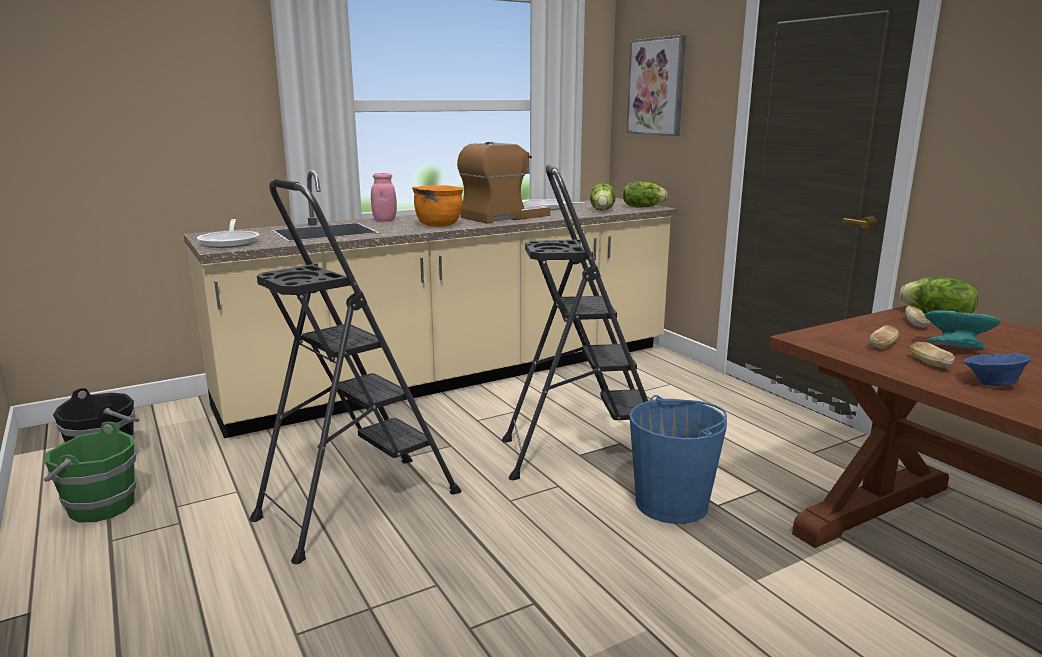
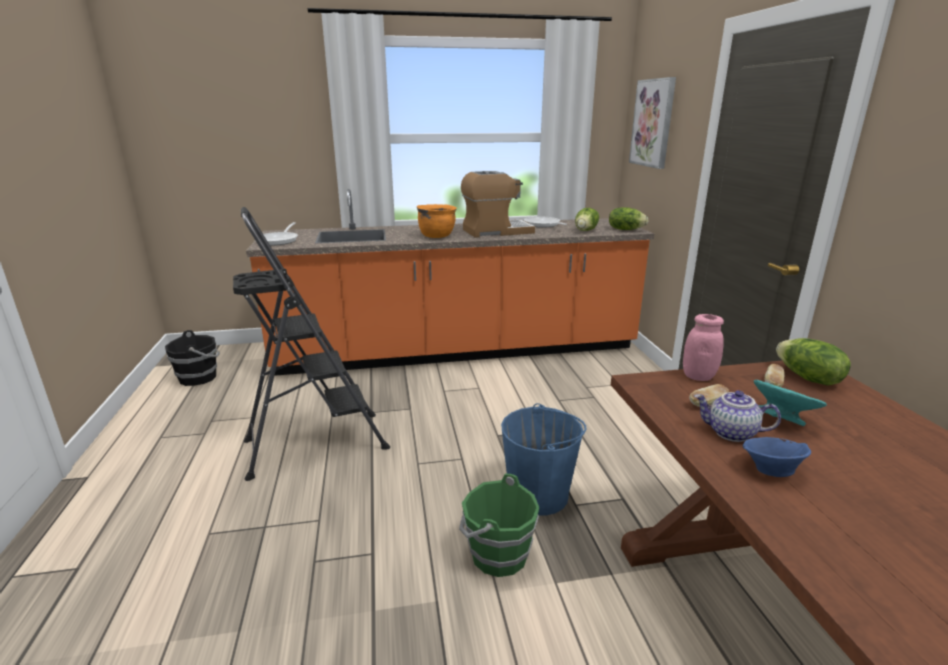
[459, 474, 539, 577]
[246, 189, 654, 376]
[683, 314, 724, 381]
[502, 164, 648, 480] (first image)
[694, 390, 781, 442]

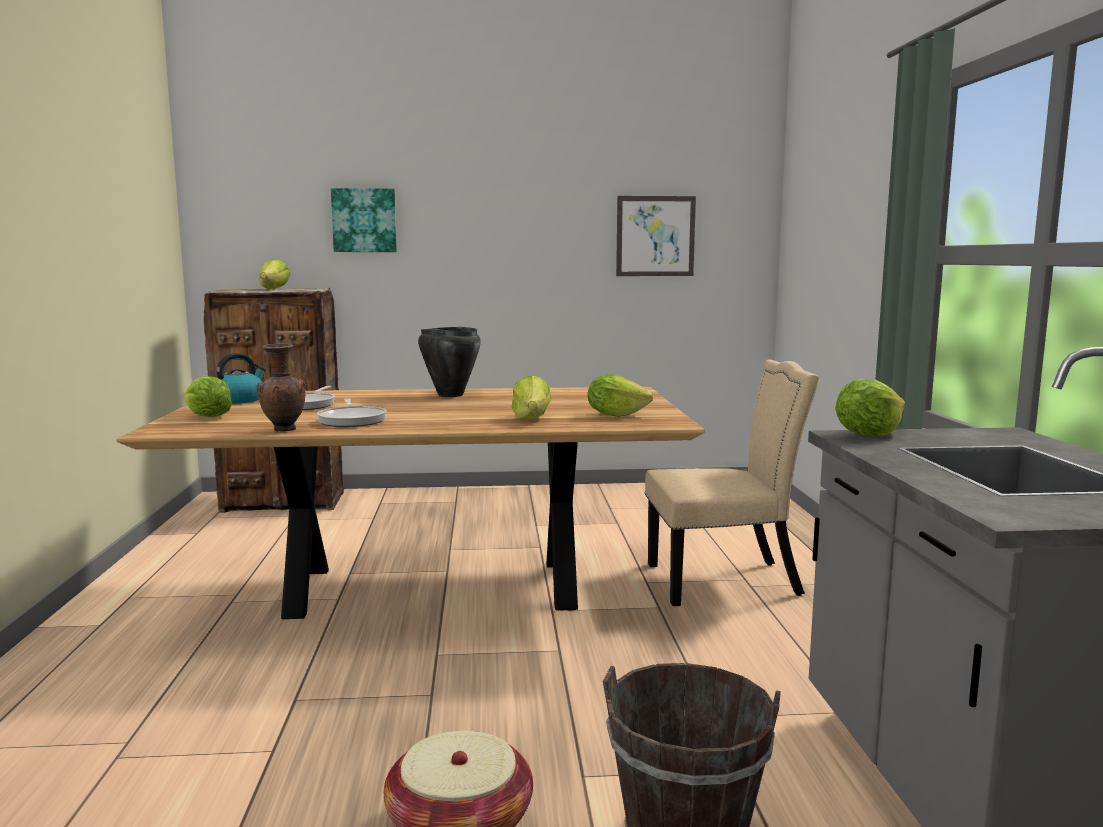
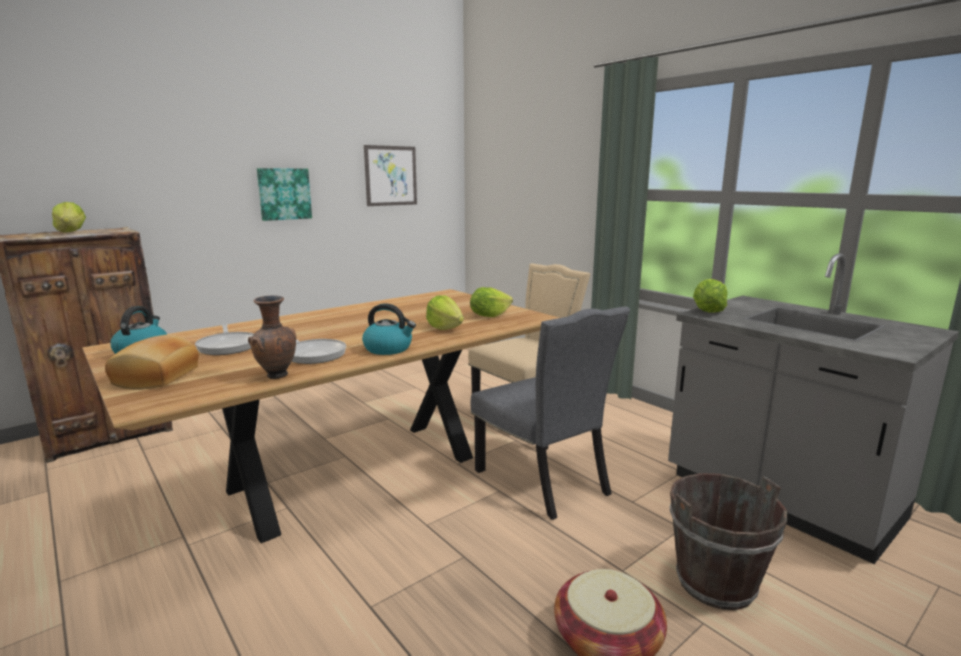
[105, 334, 199, 390]
[257, 168, 312, 221]
[418, 327, 481, 397] (first image)
[362, 303, 416, 355]
[470, 306, 630, 520]

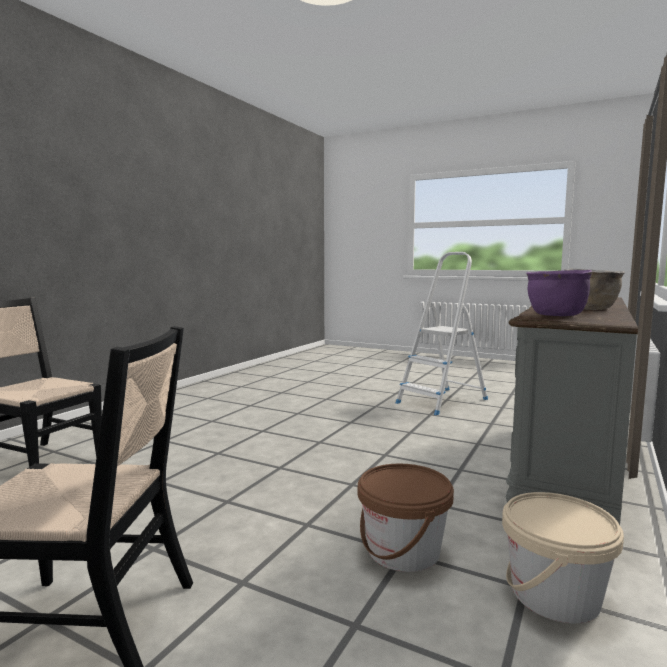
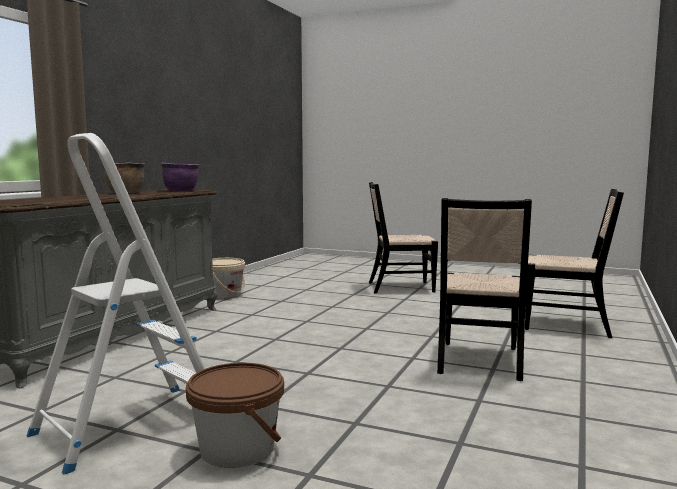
[186, 363, 284, 468]
[437, 198, 532, 381]

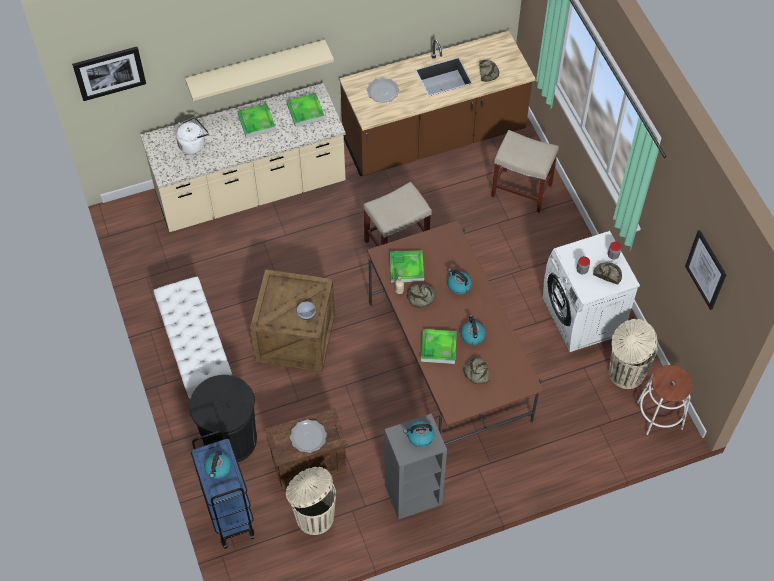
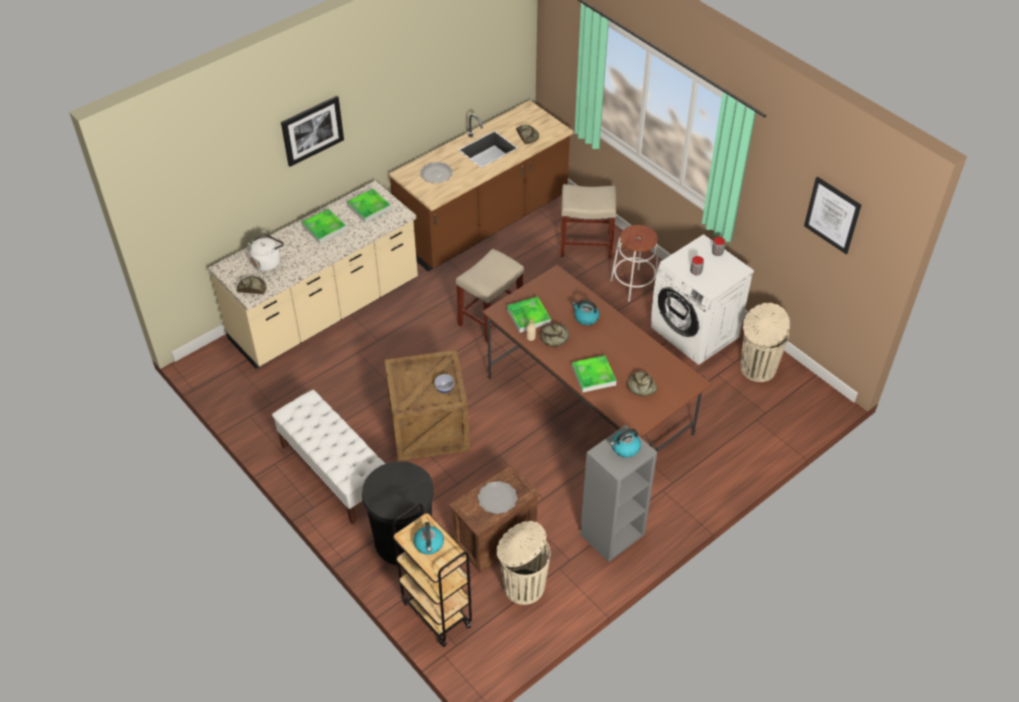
[281, 96, 344, 167]
[185, 40, 334, 101] (first image)
[393, 504, 472, 647]
[461, 315, 486, 345] (first image)
[237, 276, 266, 294]
[610, 225, 658, 302]

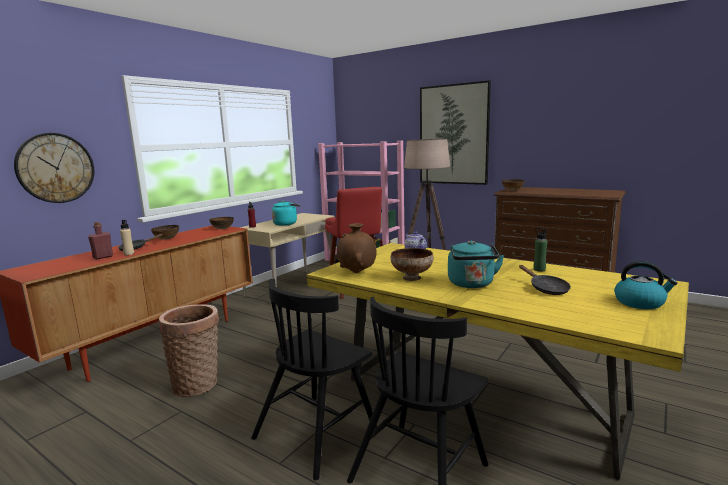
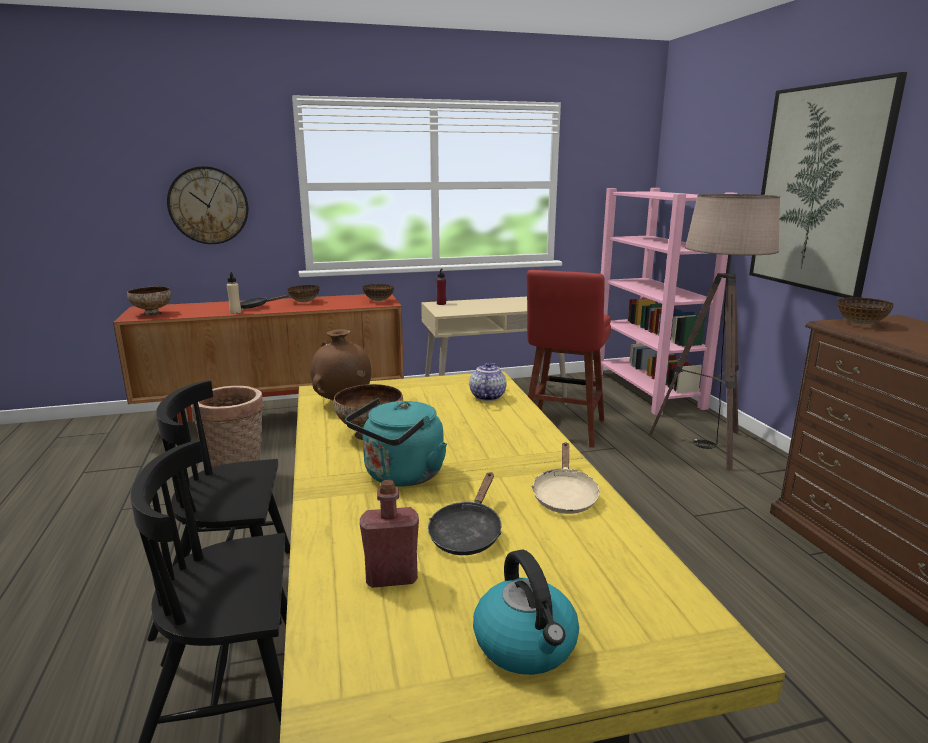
[360, 480, 419, 588]
[272, 201, 300, 226] (first image)
[531, 442, 601, 514]
[127, 286, 171, 316]

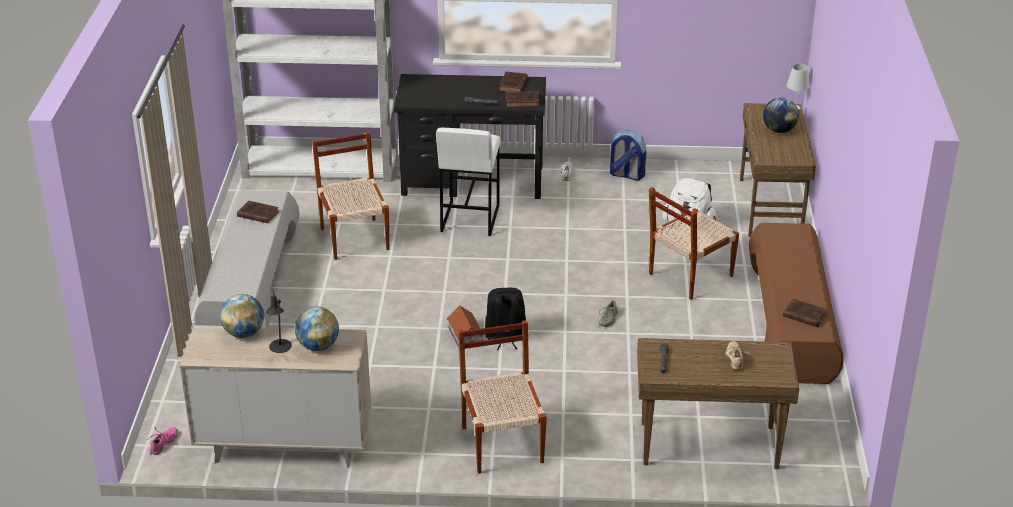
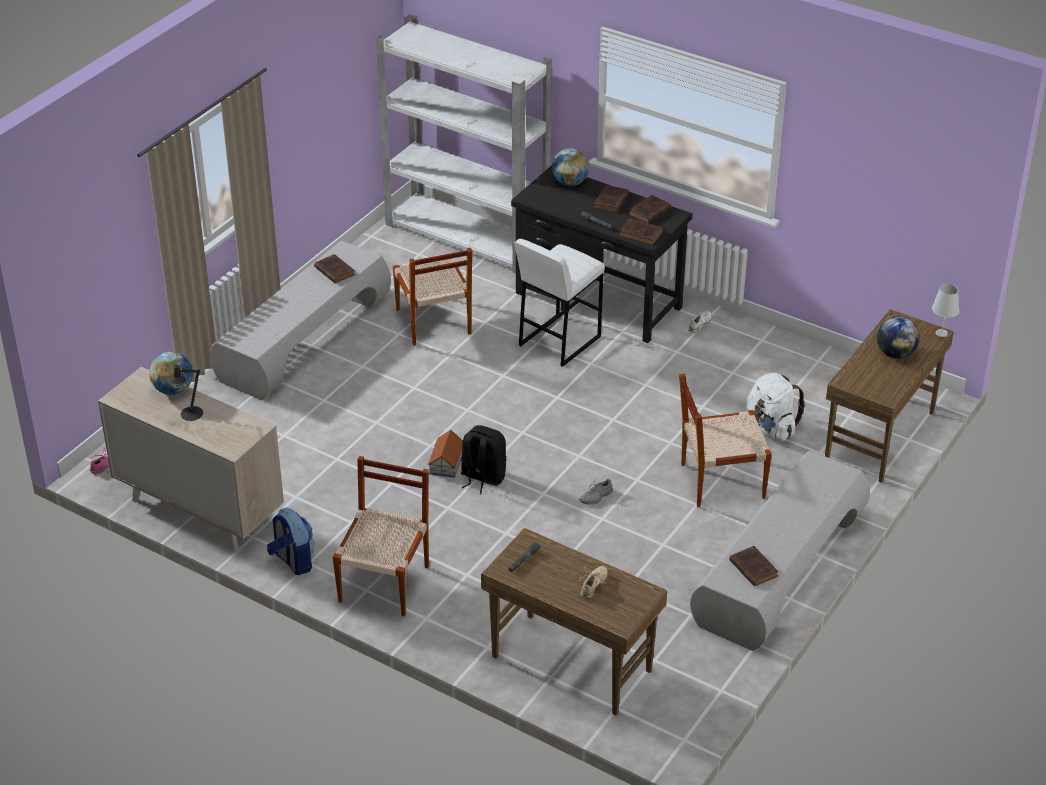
[552, 148, 589, 186]
[393, 248, 472, 346]
[267, 508, 314, 575]
[690, 451, 870, 651]
[594, 185, 629, 213]

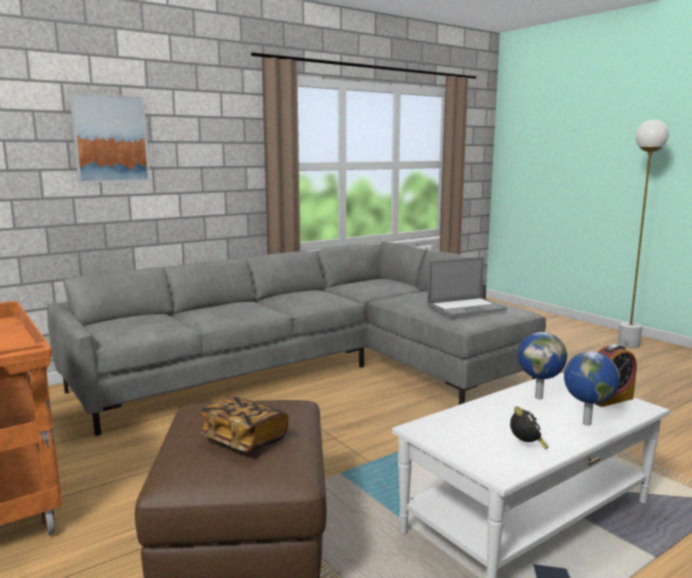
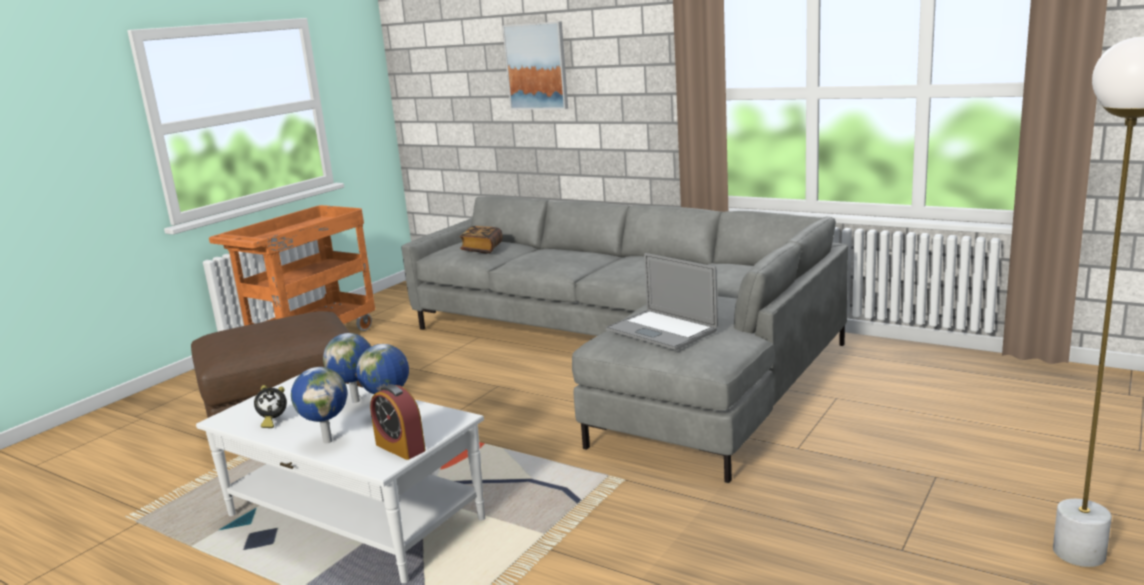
[460, 226, 503, 253]
[323, 333, 371, 403]

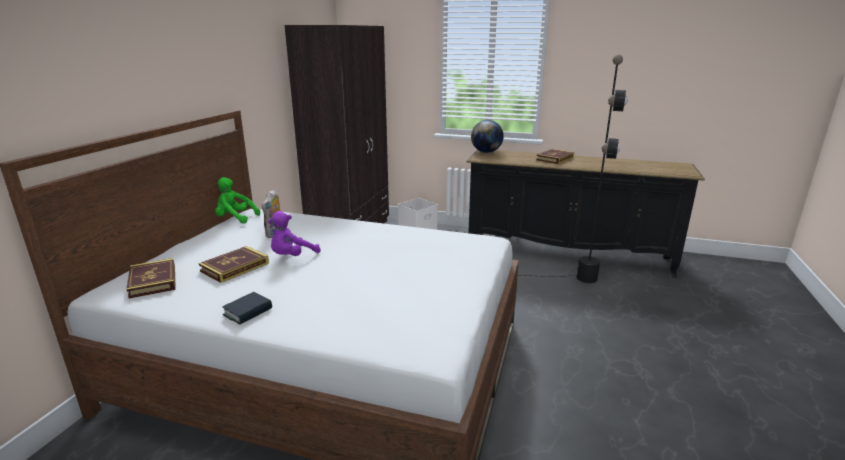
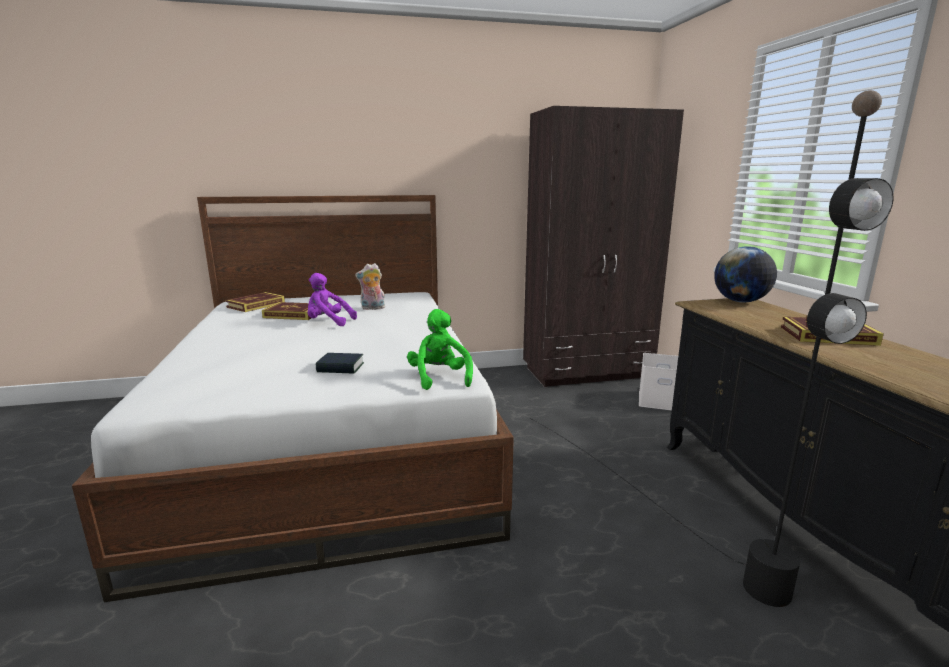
[407, 309, 473, 390]
[316, 353, 364, 374]

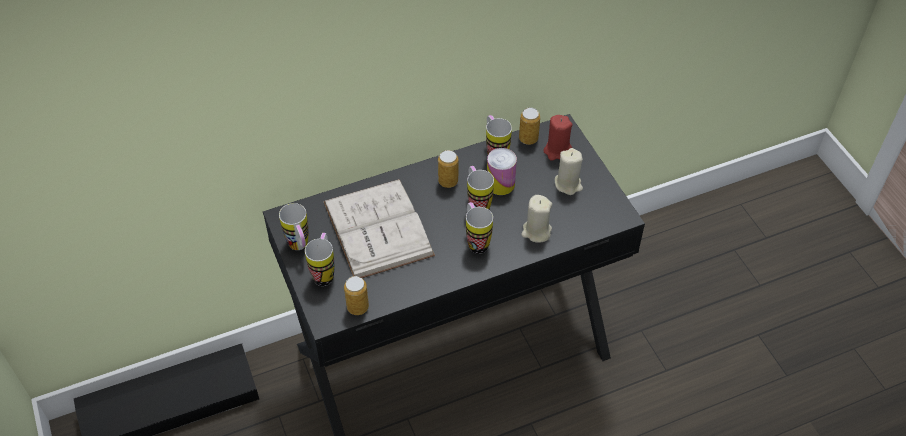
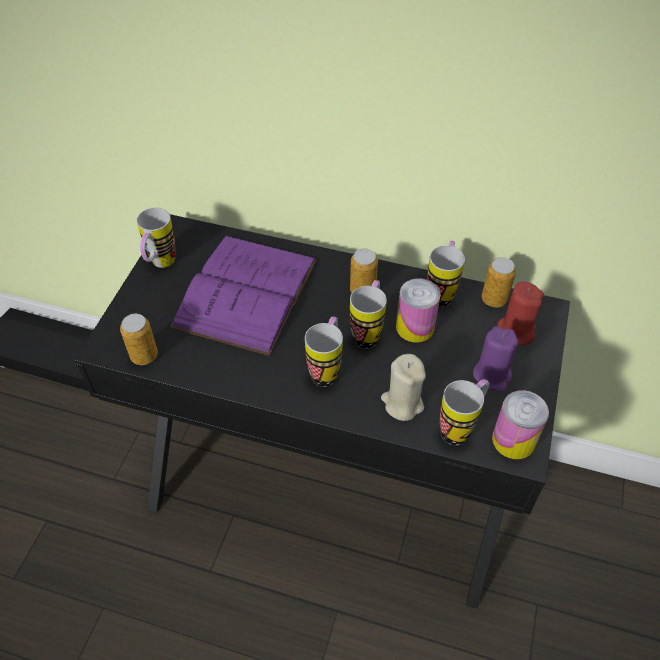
[440, 379, 489, 445]
[170, 236, 317, 356]
[473, 326, 518, 392]
[492, 390, 549, 460]

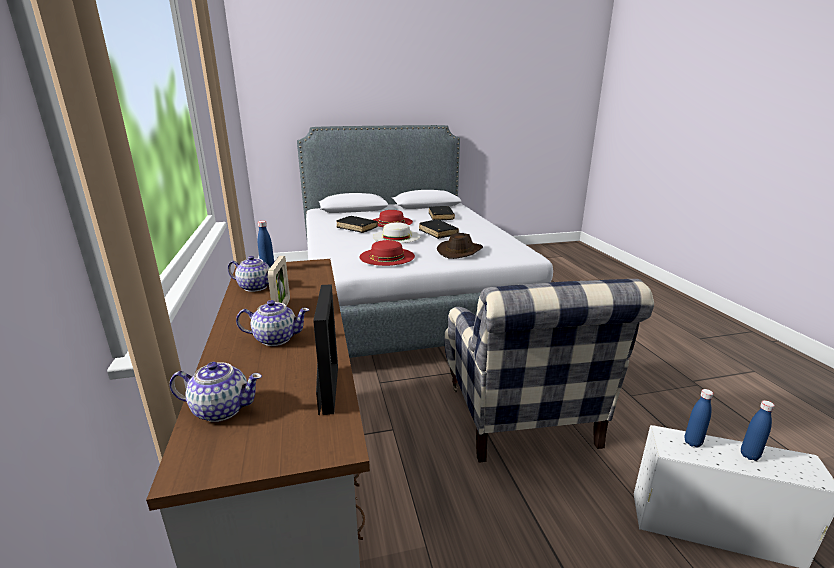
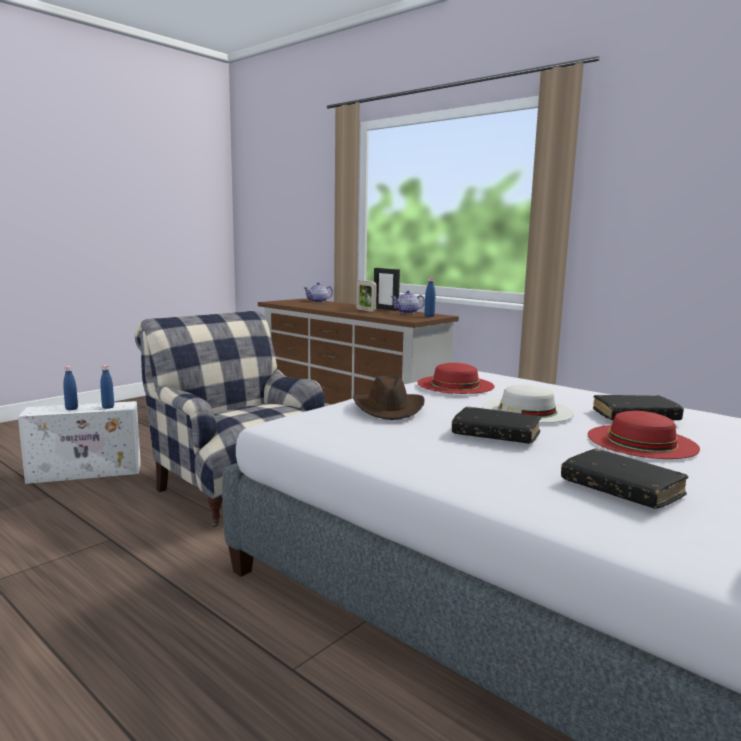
[236, 300, 309, 346] (first image)
[374, 268, 400, 311]

